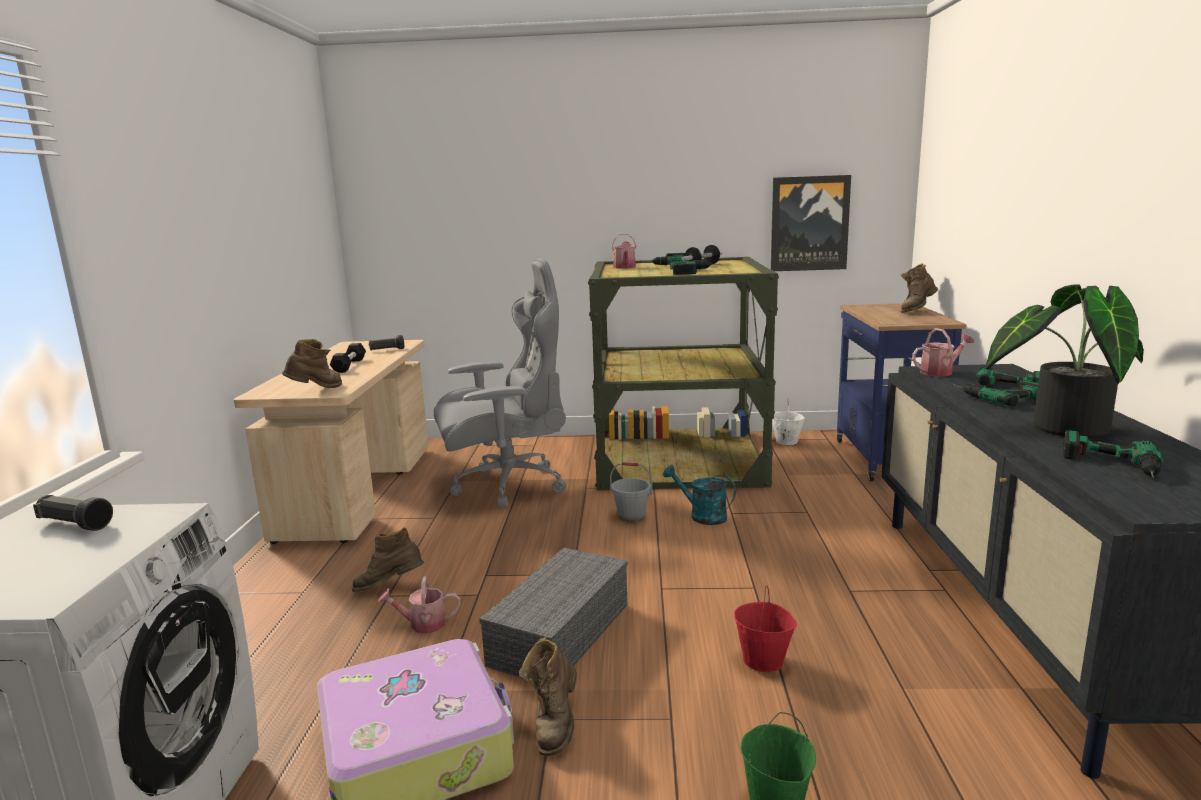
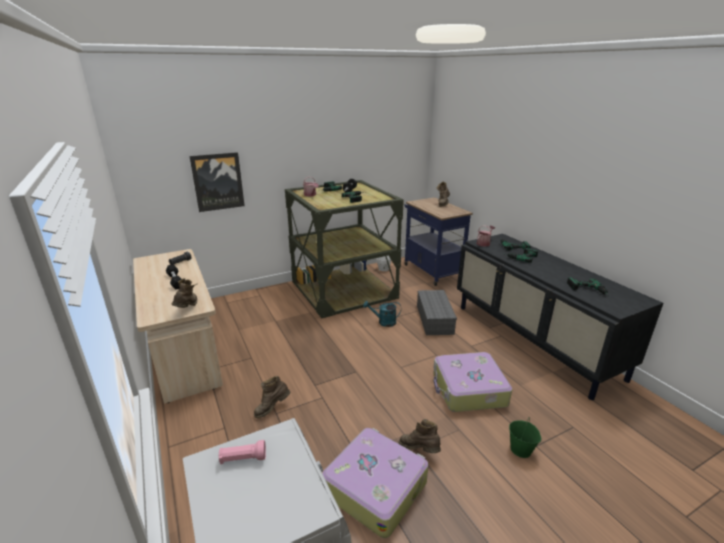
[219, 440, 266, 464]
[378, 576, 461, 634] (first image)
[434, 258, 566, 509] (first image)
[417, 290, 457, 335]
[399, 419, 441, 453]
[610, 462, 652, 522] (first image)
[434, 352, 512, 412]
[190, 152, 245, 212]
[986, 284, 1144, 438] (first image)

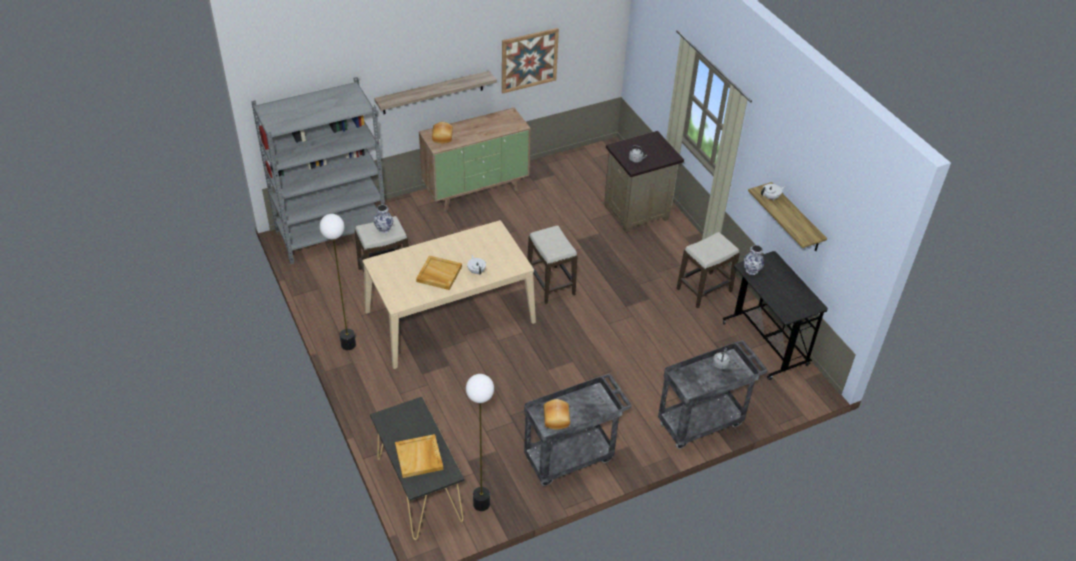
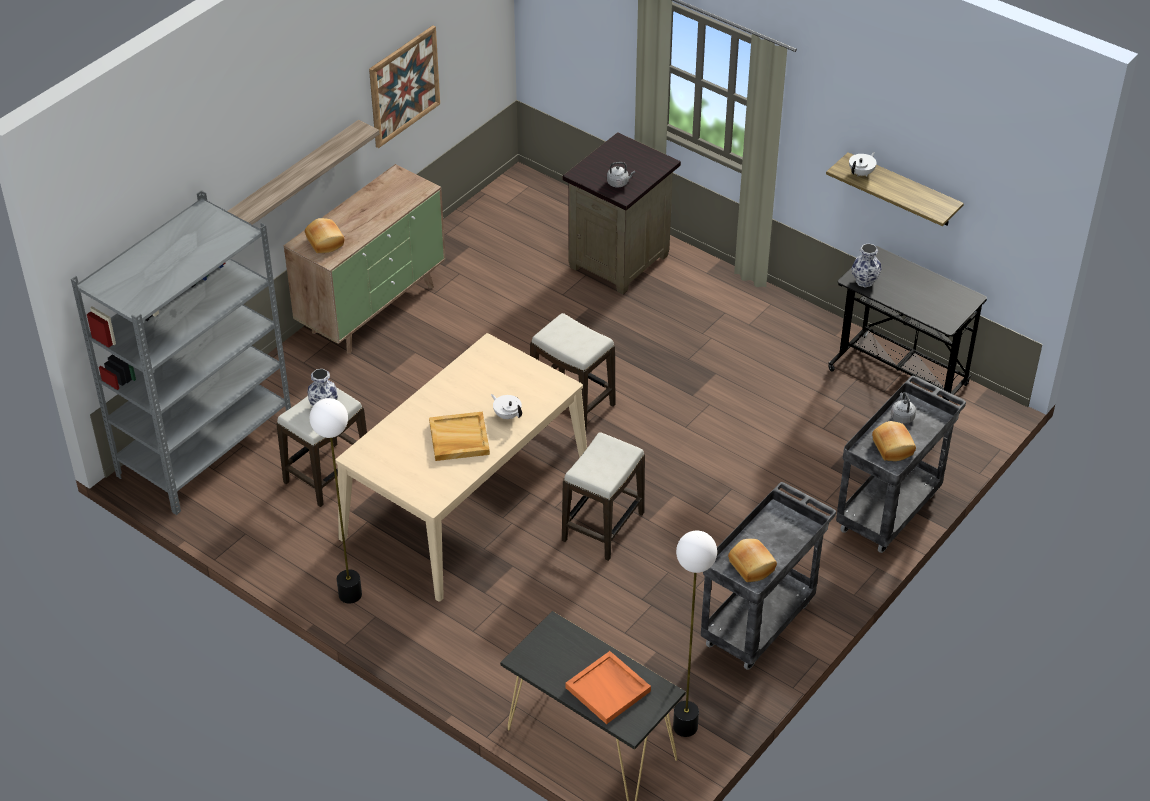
[565, 651, 651, 724]
[562, 432, 645, 561]
[872, 421, 916, 461]

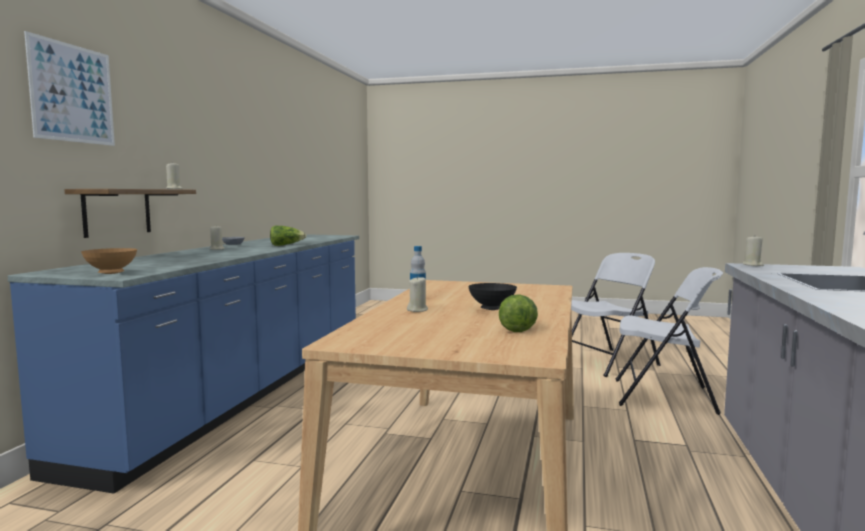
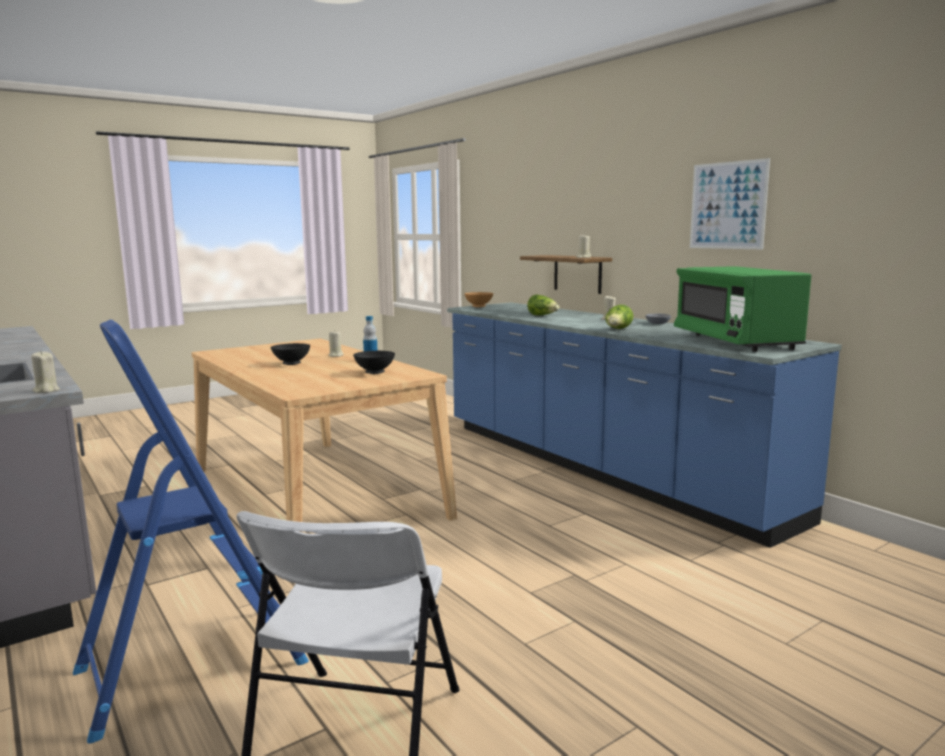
[690, 158, 770, 249]
[527, 295, 560, 315]
[73, 320, 309, 744]
[353, 351, 395, 374]
[674, 266, 811, 352]

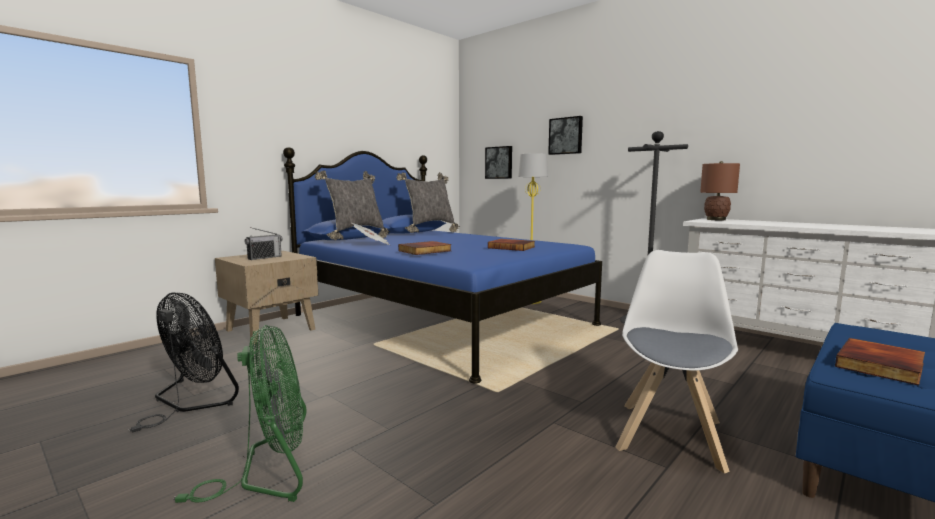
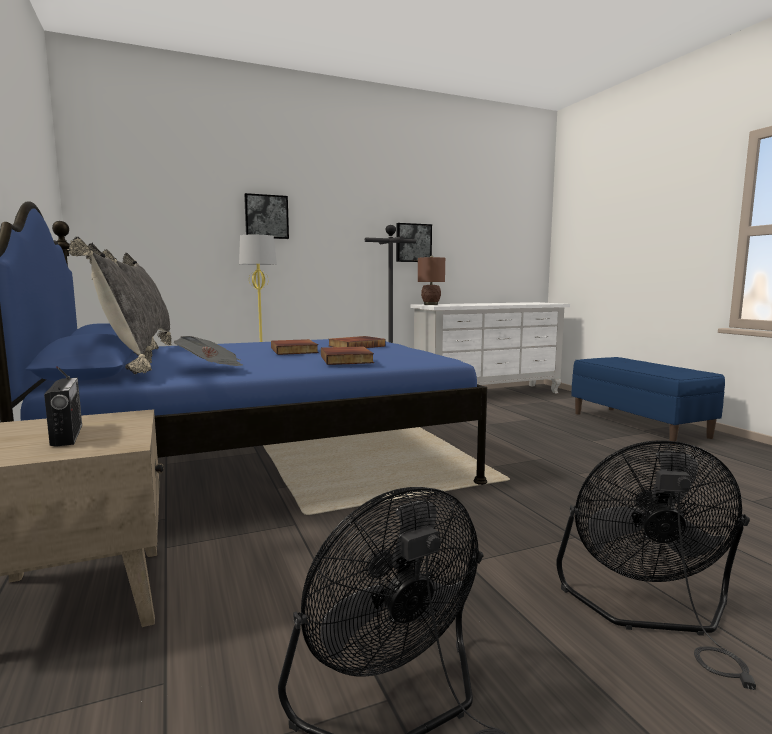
[556, 440, 756, 690]
[396, 223, 432, 262]
[615, 250, 738, 474] (first image)
[271, 339, 319, 355]

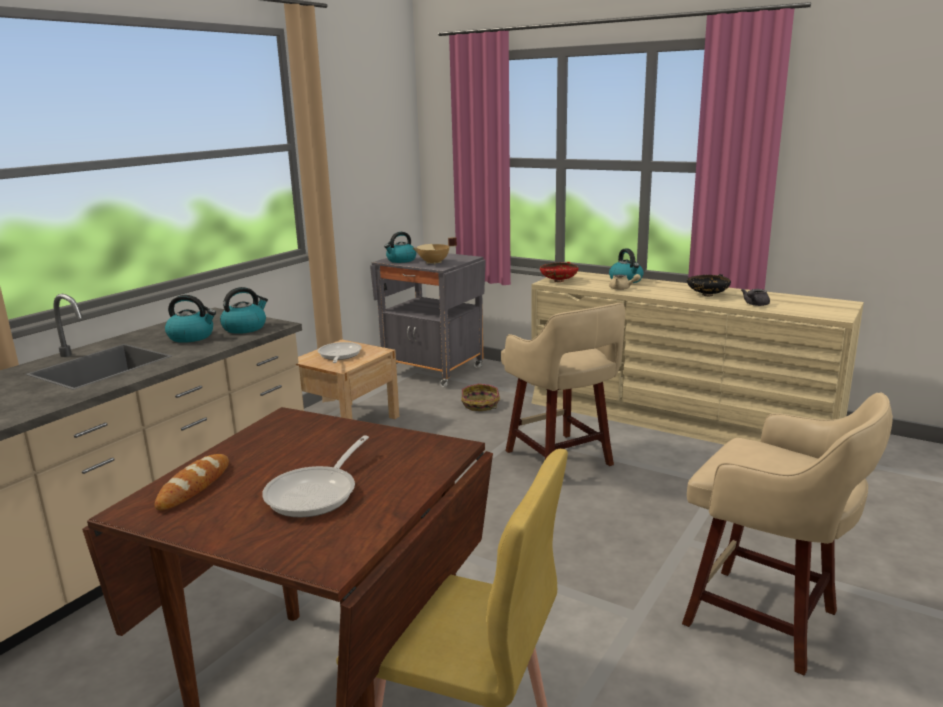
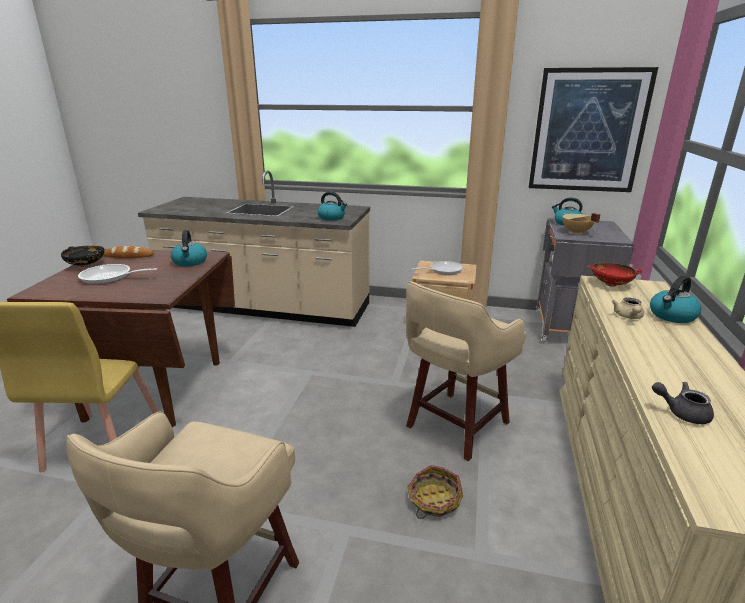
[171, 230, 207, 267]
[407, 465, 463, 519]
[61, 246, 104, 267]
[529, 67, 658, 192]

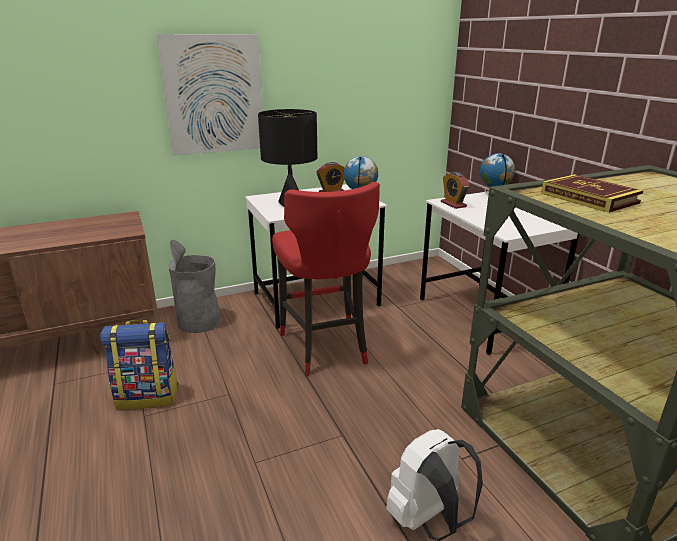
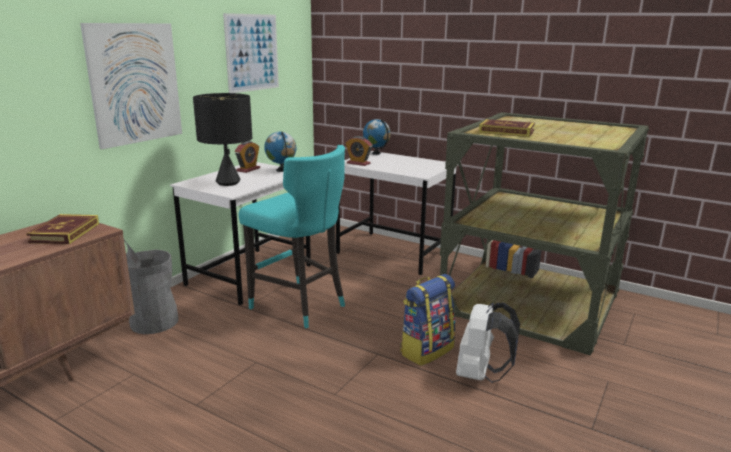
[400, 274, 455, 366]
[239, 145, 345, 328]
[26, 214, 99, 244]
[223, 13, 279, 93]

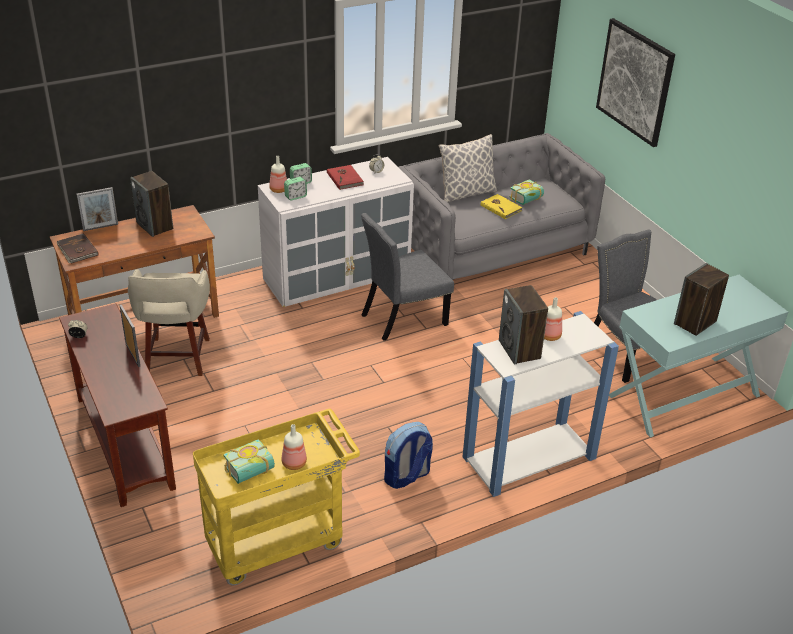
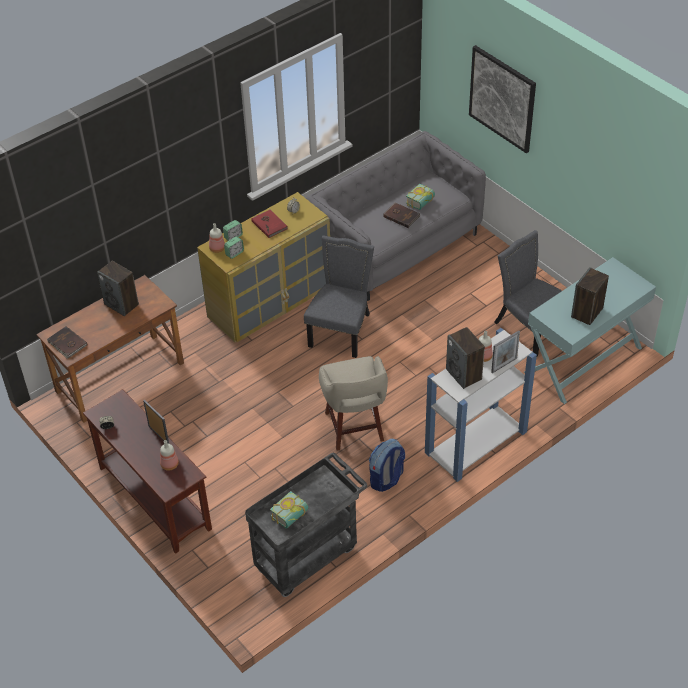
[491, 331, 520, 373]
[319, 356, 388, 451]
[245, 452, 367, 597]
[197, 192, 330, 342]
[160, 440, 179, 471]
[304, 235, 374, 358]
[439, 134, 497, 202] (first image)
[383, 202, 421, 228]

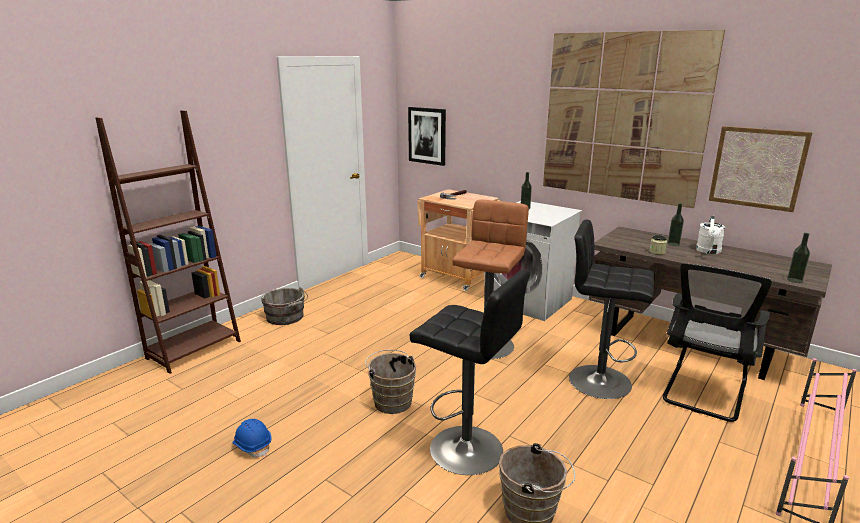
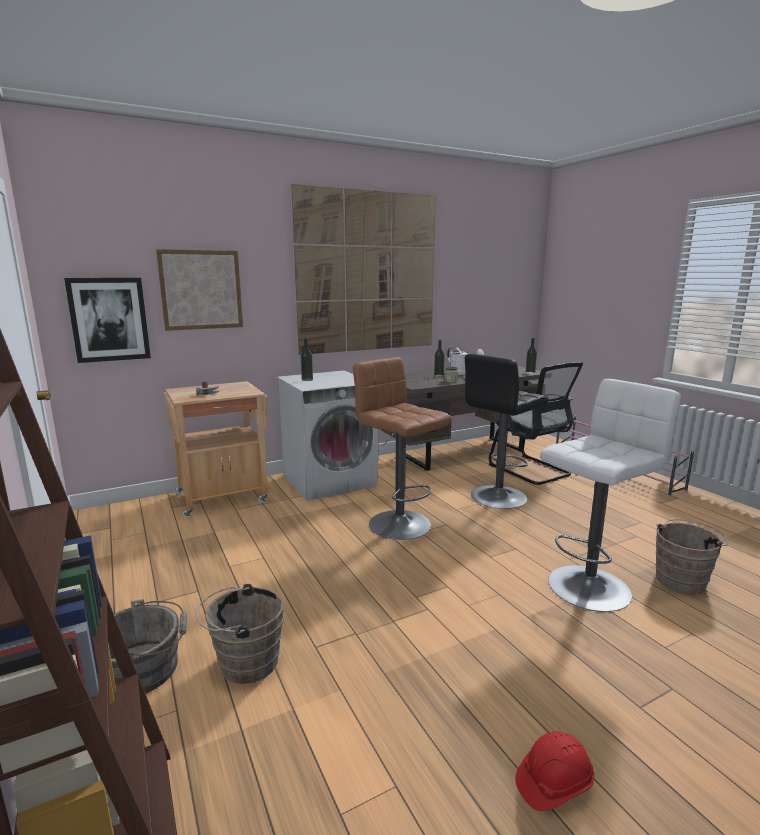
[515, 731, 594, 811]
[196, 584, 284, 684]
[540, 379, 681, 612]
[156, 248, 243, 331]

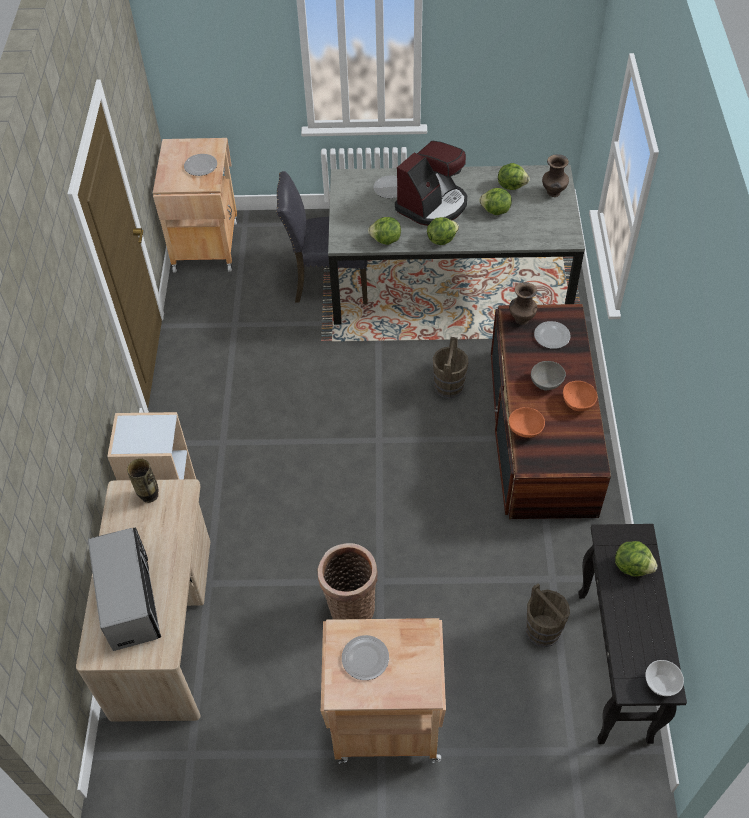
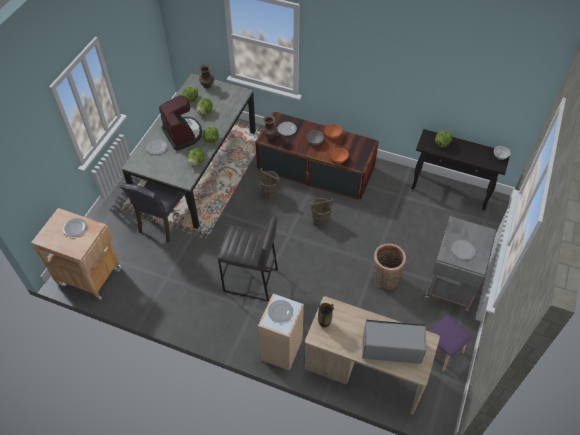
[425, 216, 496, 311]
[310, 198, 333, 228]
[218, 216, 278, 301]
[268, 300, 293, 323]
[429, 316, 471, 372]

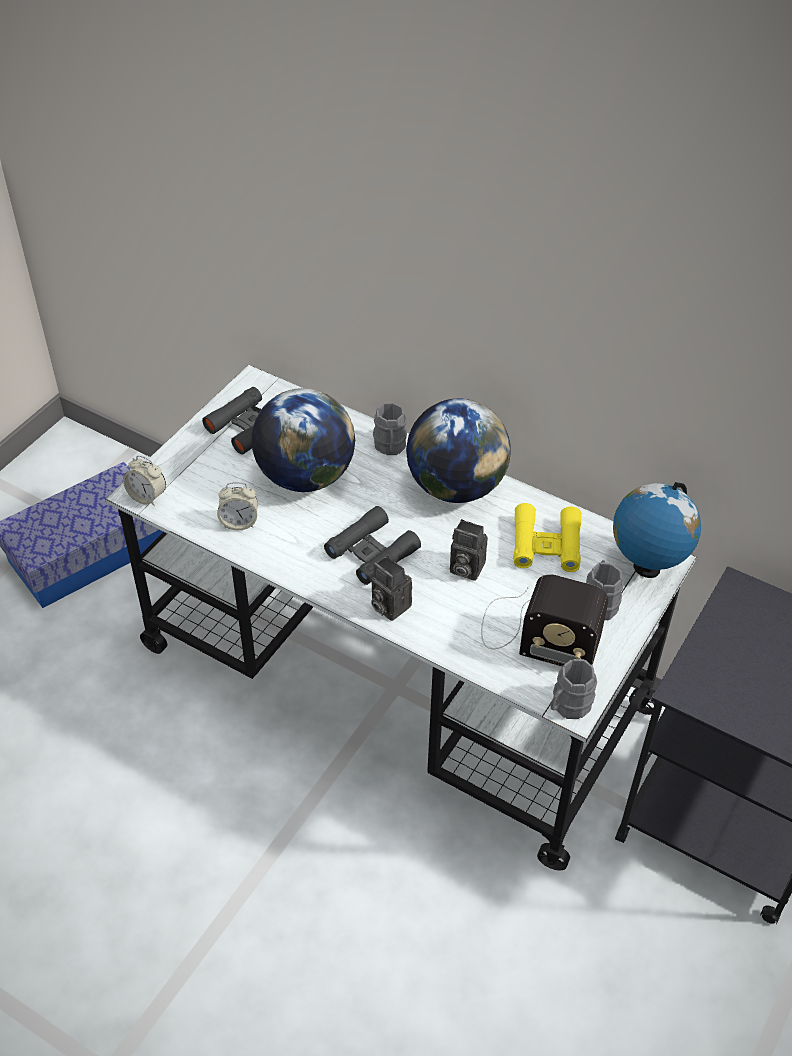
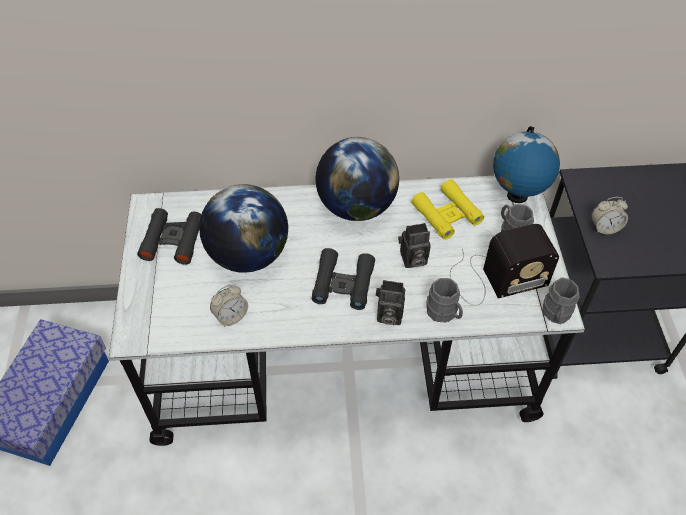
[591, 197, 628, 235]
[426, 278, 463, 322]

